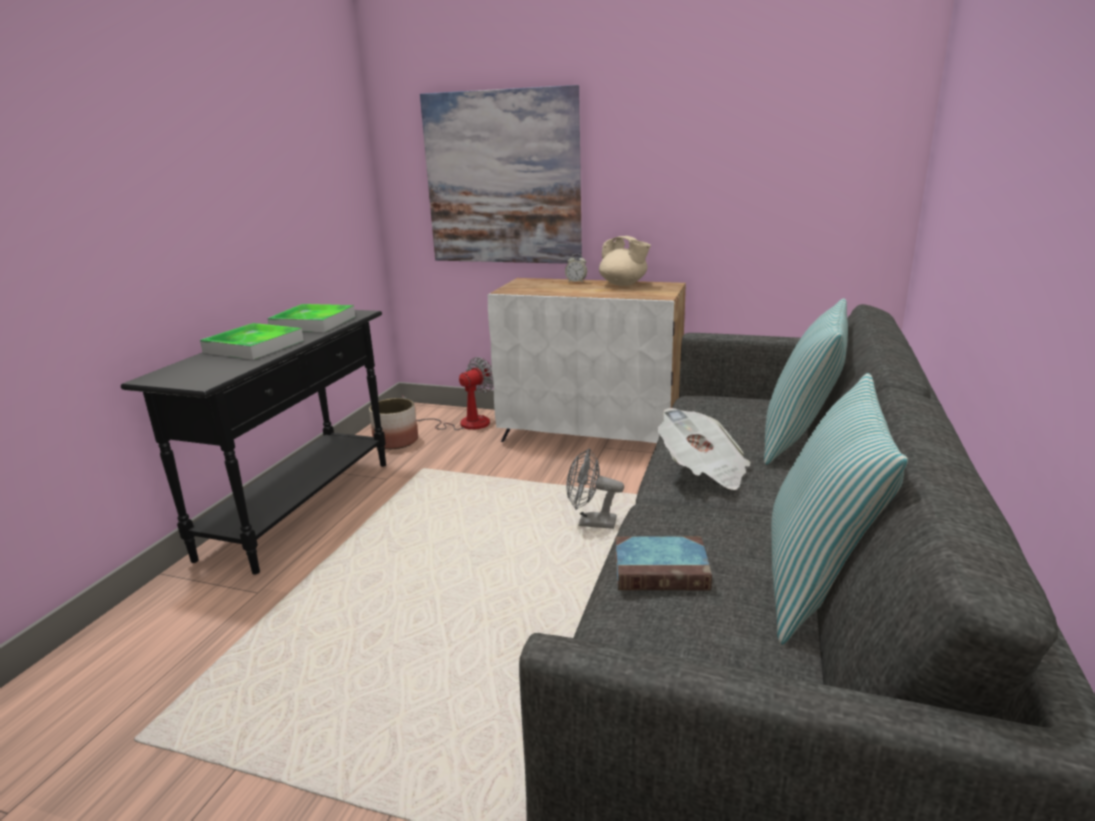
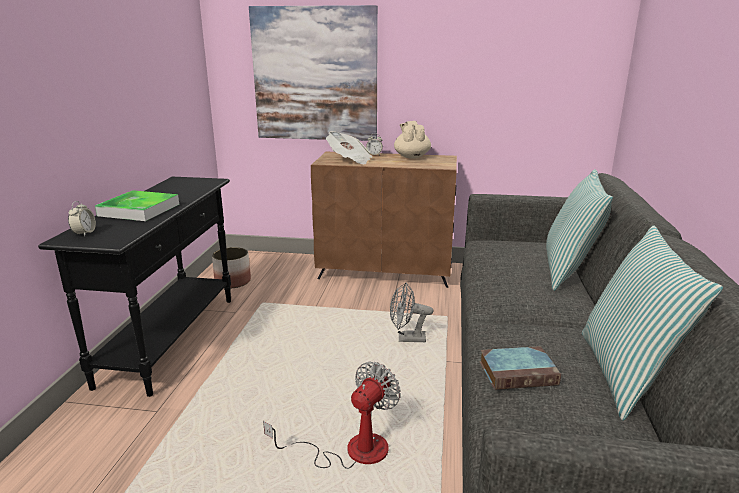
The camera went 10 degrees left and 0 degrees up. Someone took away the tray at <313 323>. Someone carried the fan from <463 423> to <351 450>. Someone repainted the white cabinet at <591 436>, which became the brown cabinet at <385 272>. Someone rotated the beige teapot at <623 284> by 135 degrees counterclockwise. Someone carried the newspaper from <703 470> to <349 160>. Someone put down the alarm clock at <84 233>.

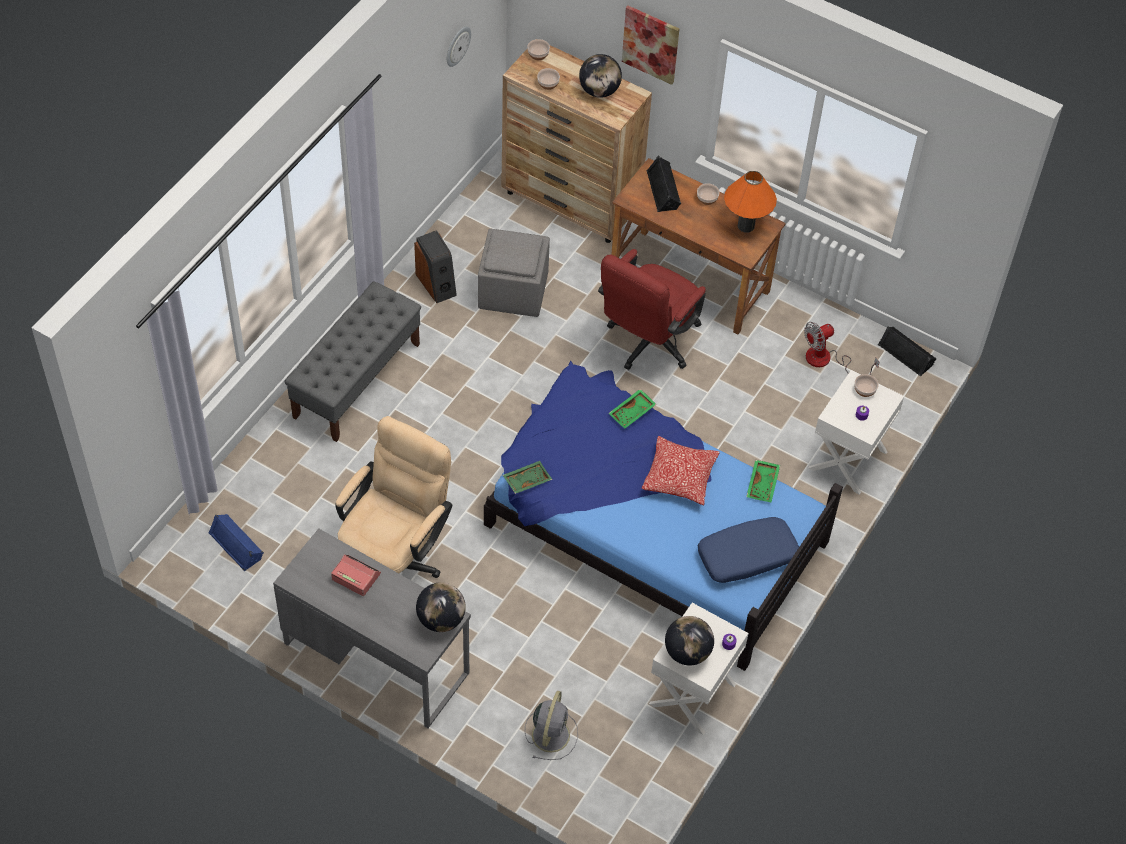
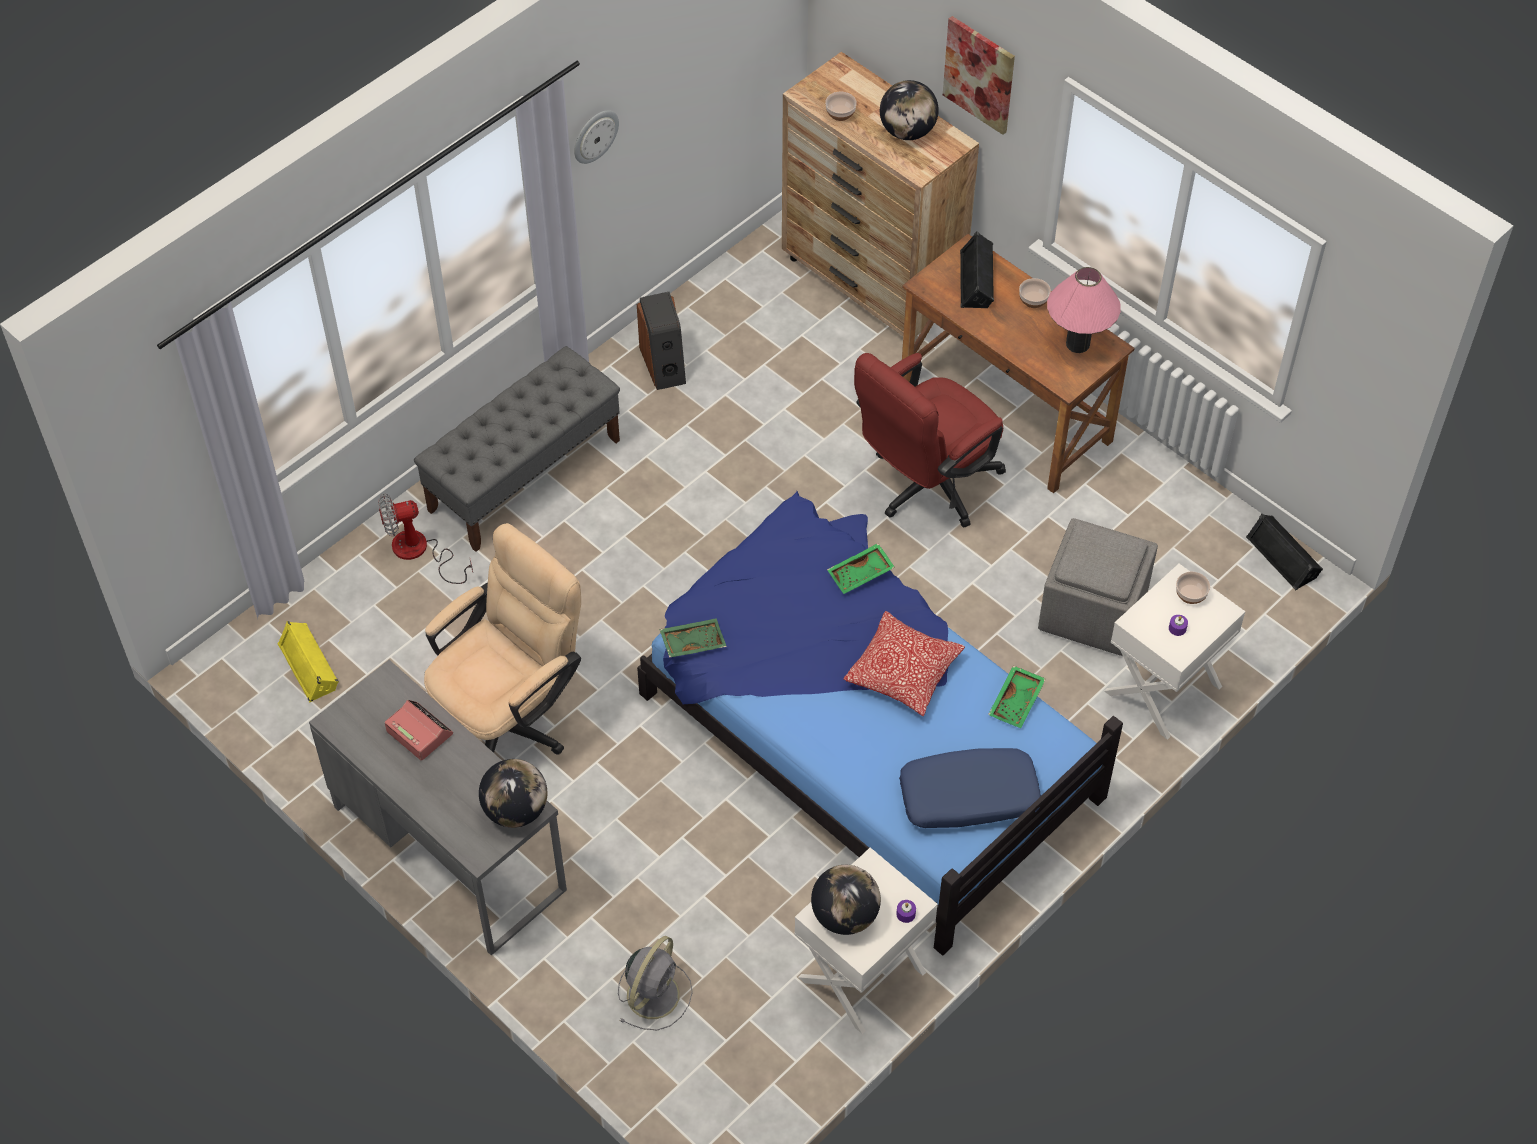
The camera went 15 degrees right and 0 degrees up. Someone repainted the blue speaker at <237 544>, which became the yellow speaker at <310 665>. Someone carried the wall clock from <457 46> to <594 135>. Someone carried the grey ottoman from <512 290> to <1092 610>. Someone took away the bowl at <538 55>. Someone repainted the orange table lamp at <746 226>, which became the pink table lamp at <1077 344>. Someone carried the fan from <827 360> to <420 552>.

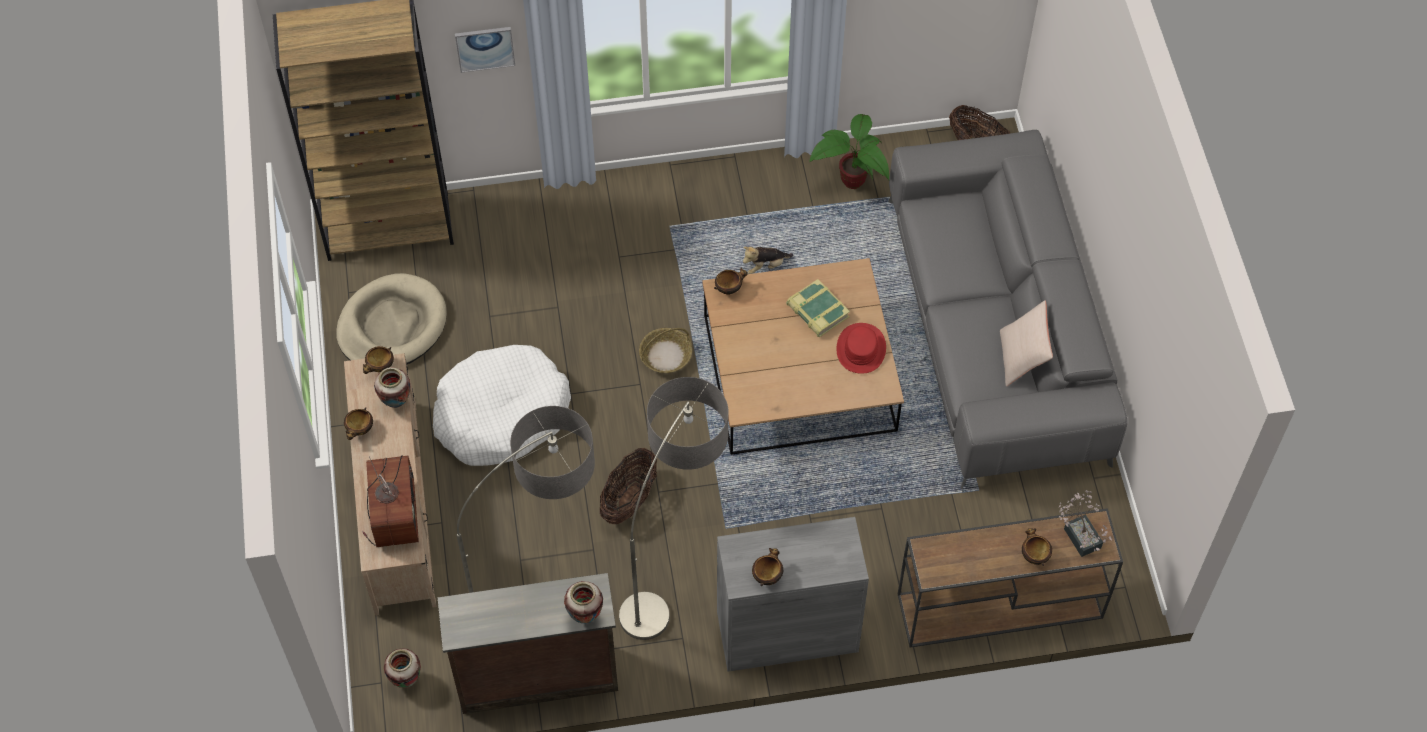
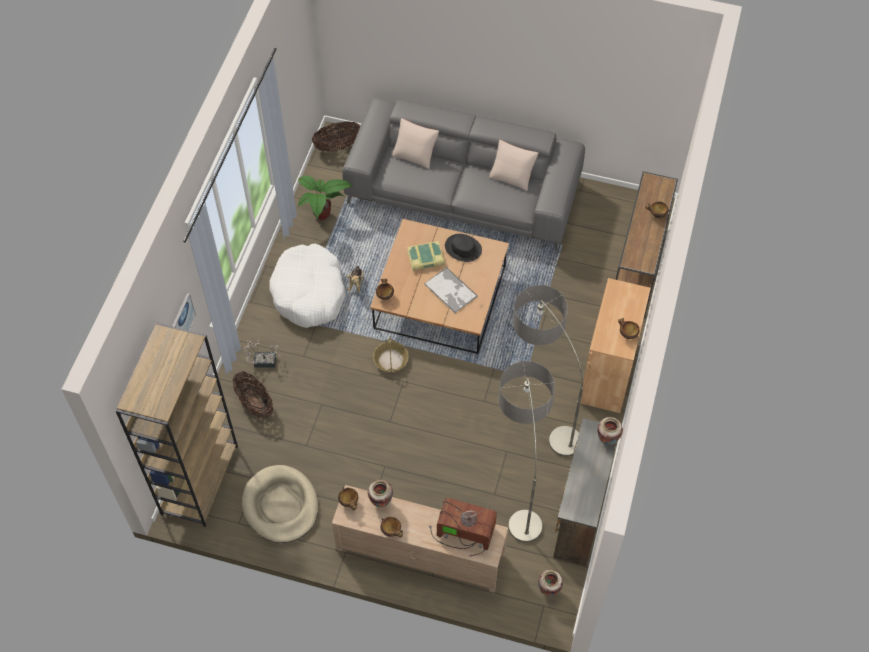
The camera went 65 degrees left and 0 degrees up. Someone carried the white dog bed from <501 415> to <309 292>. Someone carried the basket from <629 499> to <255 403>. Someone repainted the grey cabinet at <787 631>, which became the brown cabinet at <608 373>. Someone repainted the red hat at <861 349>, which became the black hat at <463 248>. Someone carried the potted plant from <1080 534> to <262 361>. Someone put down the beige pillow at <415 154>. Someone put down the tray at <451 291>.

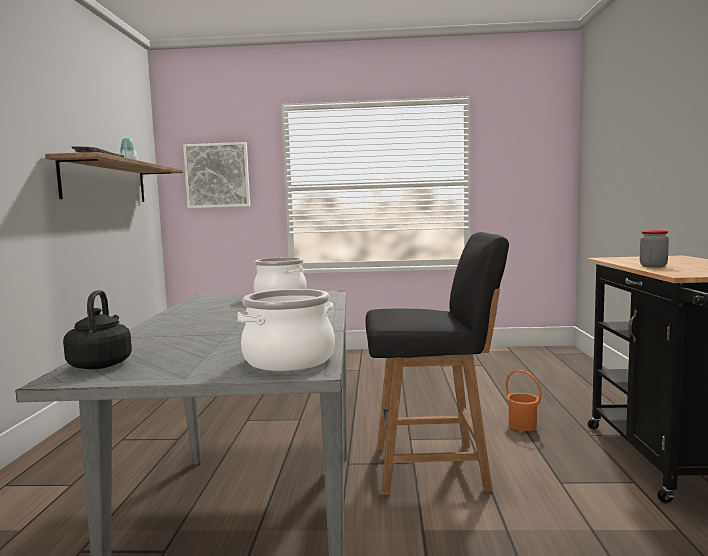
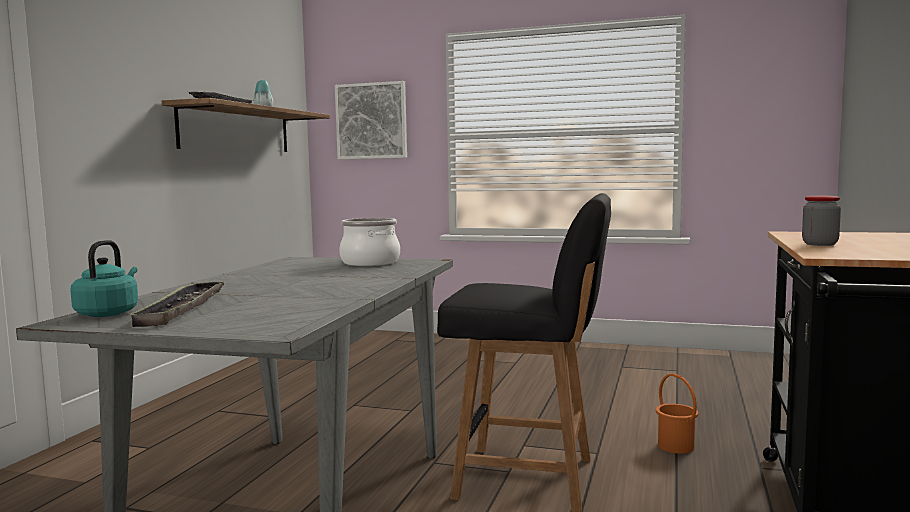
The camera went 15 degrees right and 0 degrees up. Someone repainted the black kettle at <101 364>, which became the turquoise kettle at <109 313>. Someone took away the cooking pot at <289 360>. Someone put down the tray at <182 309>.

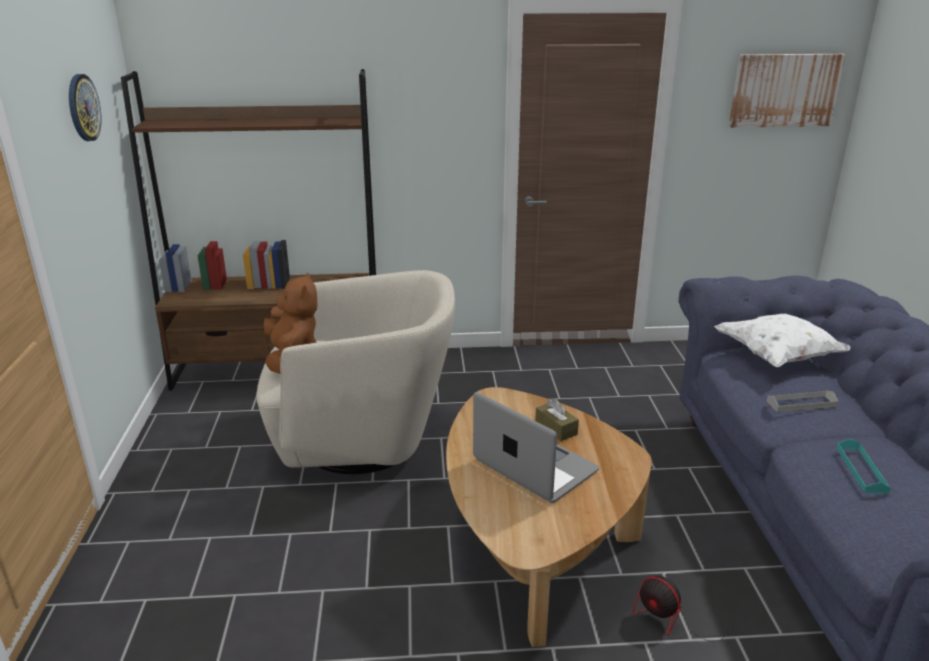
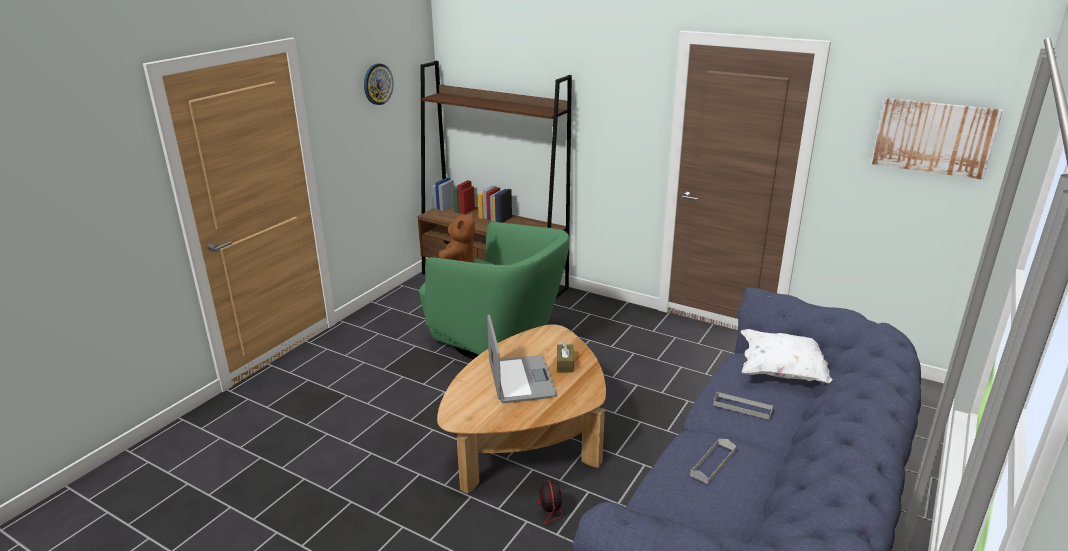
The camera went 35 degrees right and 0 degrees up. Someone repainted the beige armchair at <363 439>, which became the green armchair at <497 340>. Someone repainted the turquoise tray at <861 470>, which became the grey tray at <713 463>.

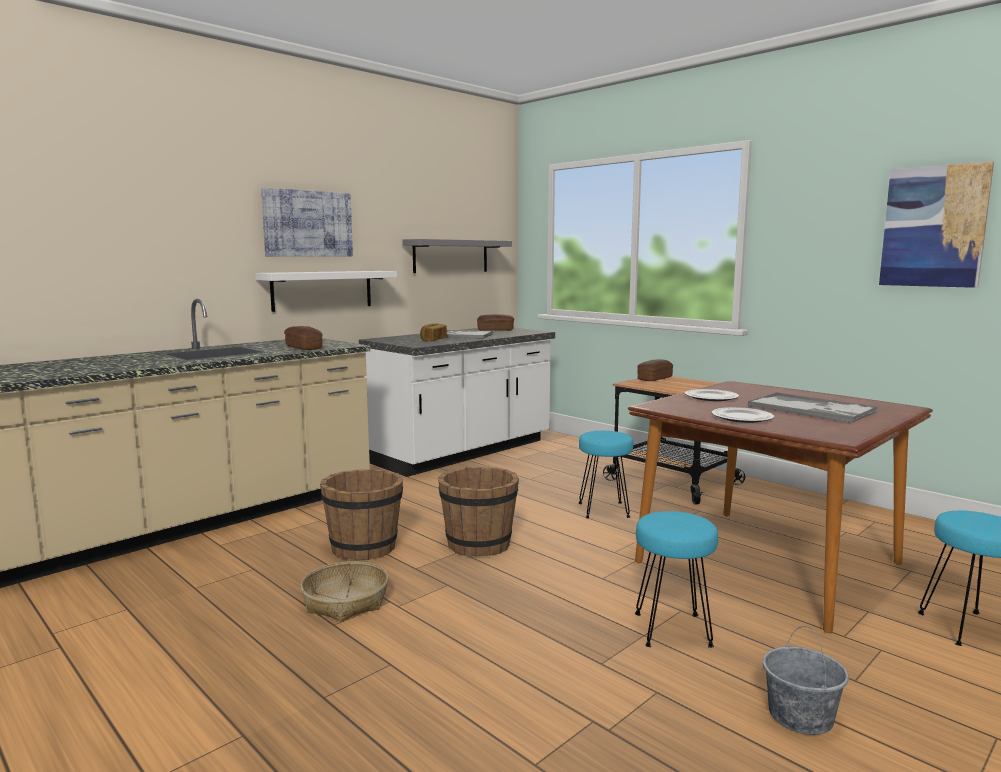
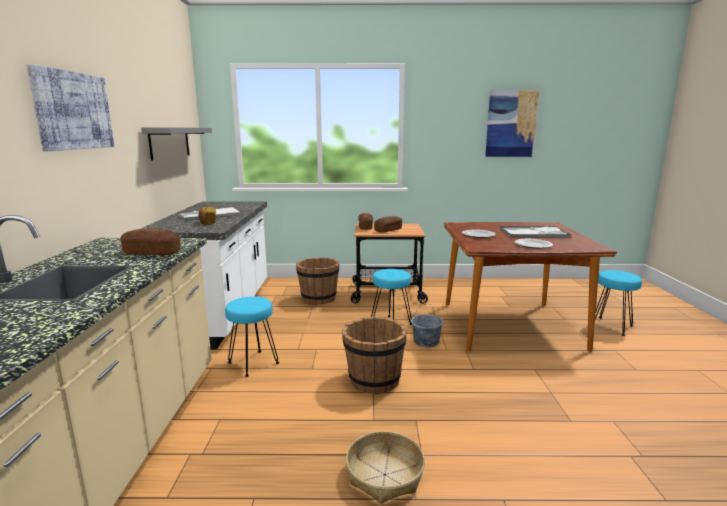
The camera went 45 degrees left and 5 degrees up. Someone took away the white shelf at <322 290>. Someone carried the brown bucket from <364 547> to <318 299>. Someone carried the bread from <495 330> to <388 230>. Someone carried the turquoise stool from <671 630> to <252 363>. Someone carried the grey bucket from <800 715> to <426 341>.

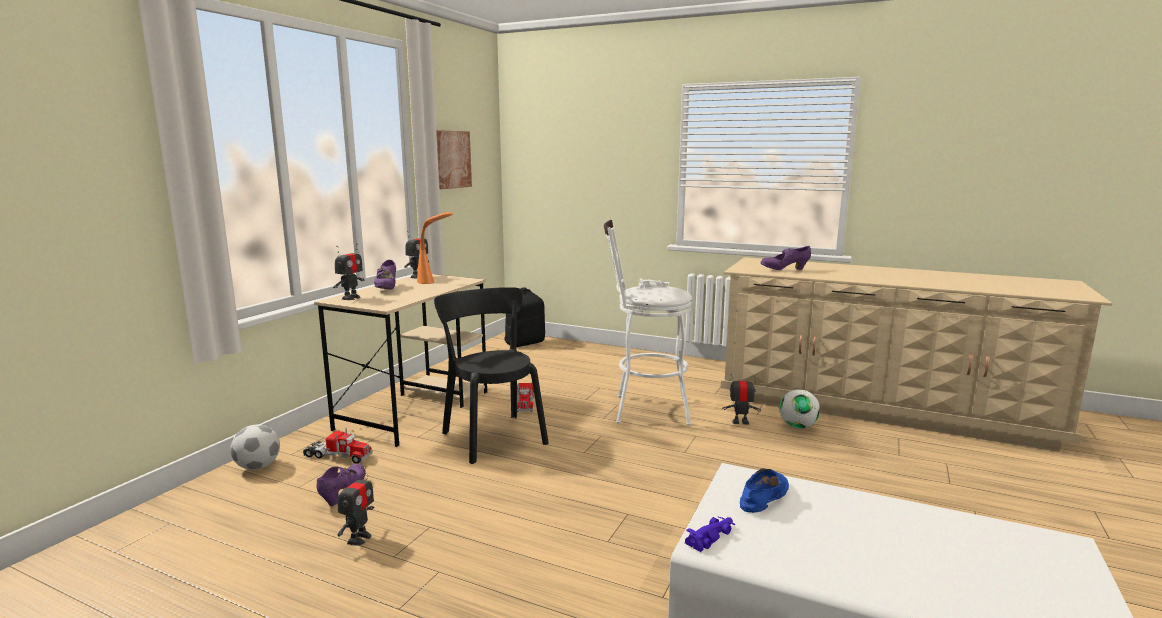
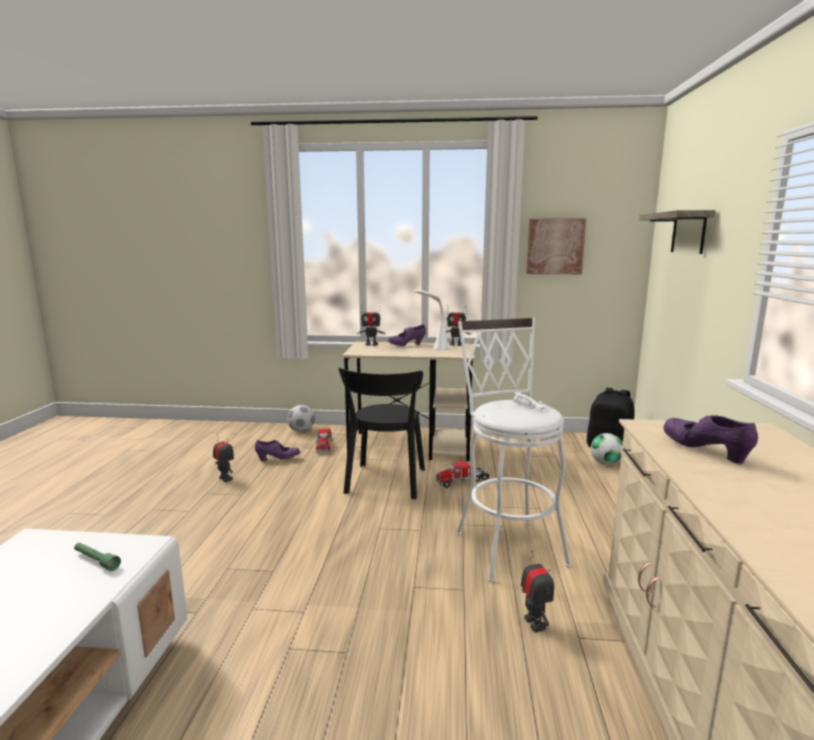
The camera went 70 degrees right and 0 degrees up. Someone rotated the toy robot at <359 538> by 135 degrees counterclockwise. Someone repainted the orange table lamp at <436 286>, which became the white table lamp at <431 352>. Someone rotated the black chair at <492 436> by 150 degrees clockwise. Someone took away the purple toy car at <711 536>. Someone swapped the blue shoe at <763 496> for the green flashlight at <96 561>. Someone carried the football from <797 426> to <605 463>. Someone put up the shelf at <688 232>.

